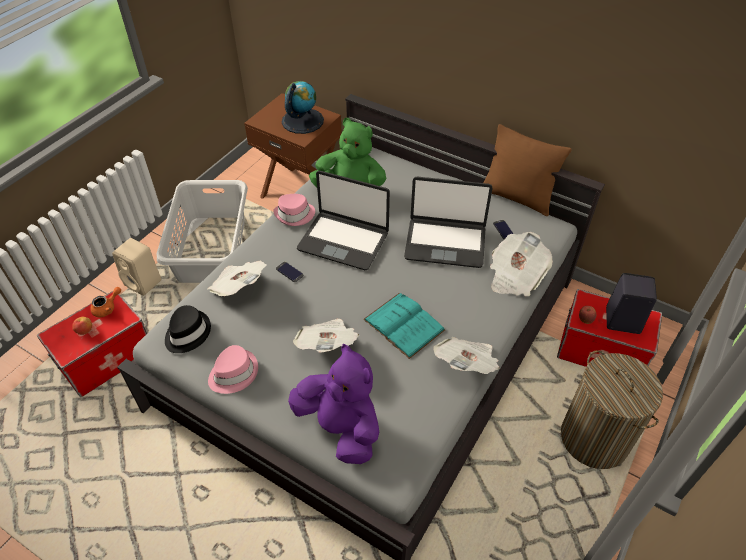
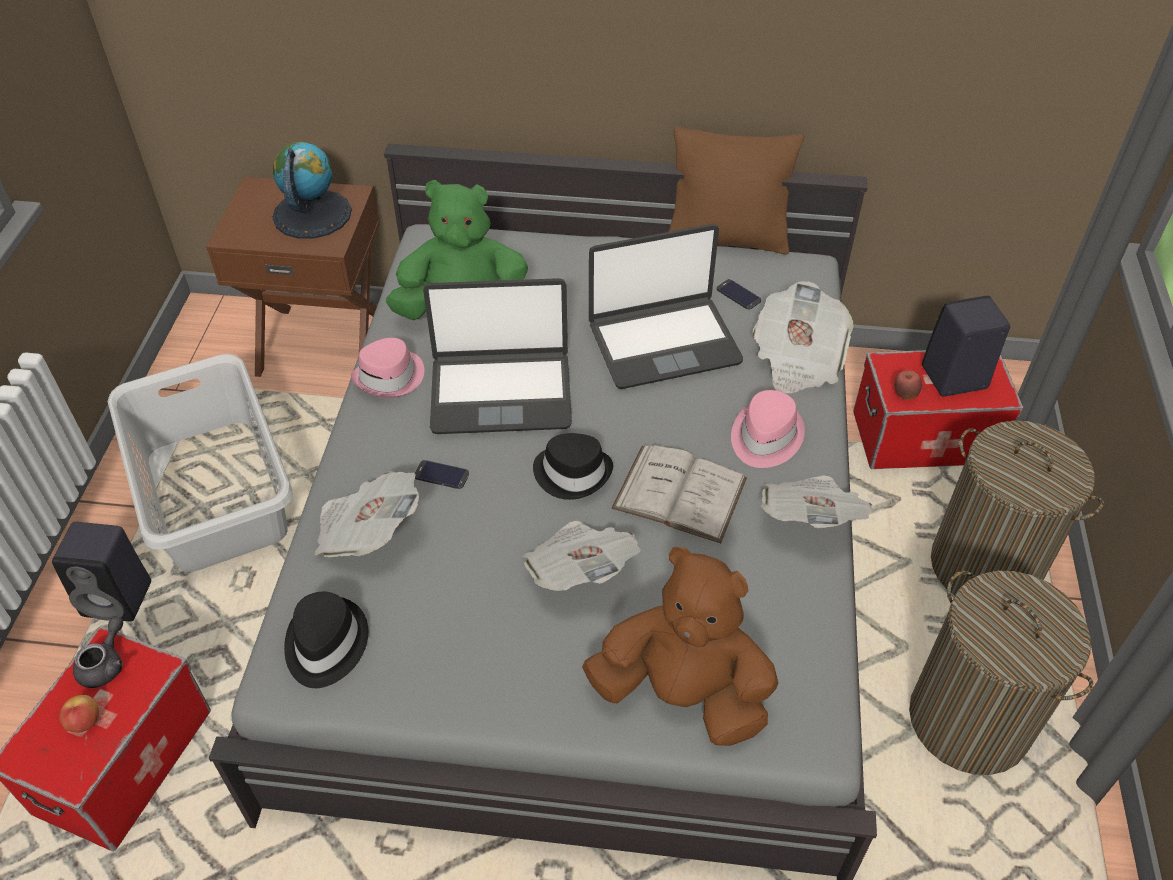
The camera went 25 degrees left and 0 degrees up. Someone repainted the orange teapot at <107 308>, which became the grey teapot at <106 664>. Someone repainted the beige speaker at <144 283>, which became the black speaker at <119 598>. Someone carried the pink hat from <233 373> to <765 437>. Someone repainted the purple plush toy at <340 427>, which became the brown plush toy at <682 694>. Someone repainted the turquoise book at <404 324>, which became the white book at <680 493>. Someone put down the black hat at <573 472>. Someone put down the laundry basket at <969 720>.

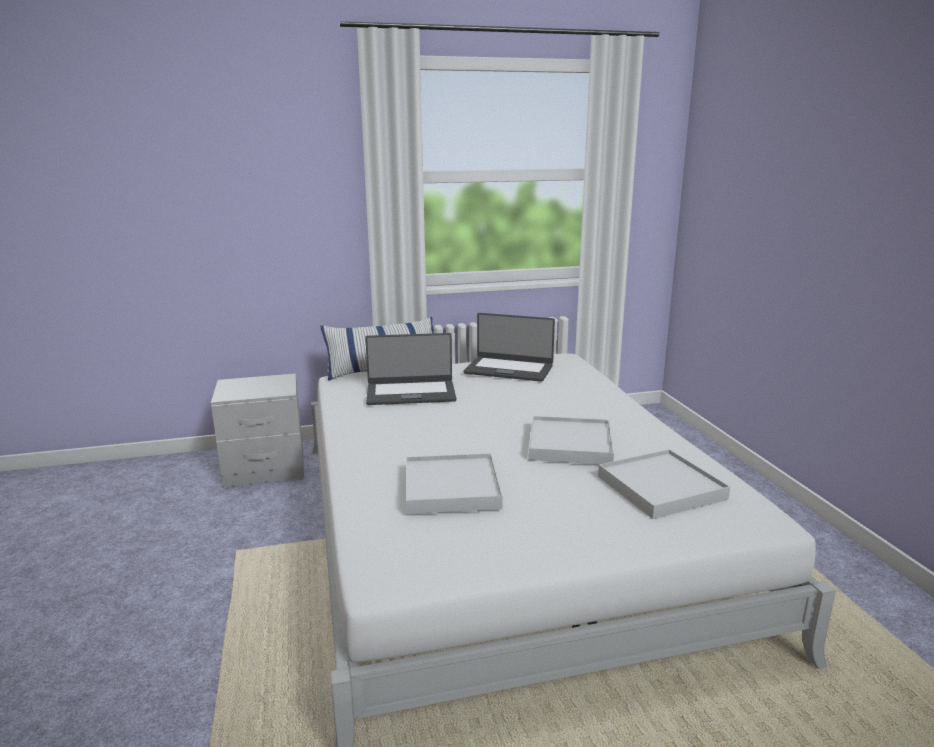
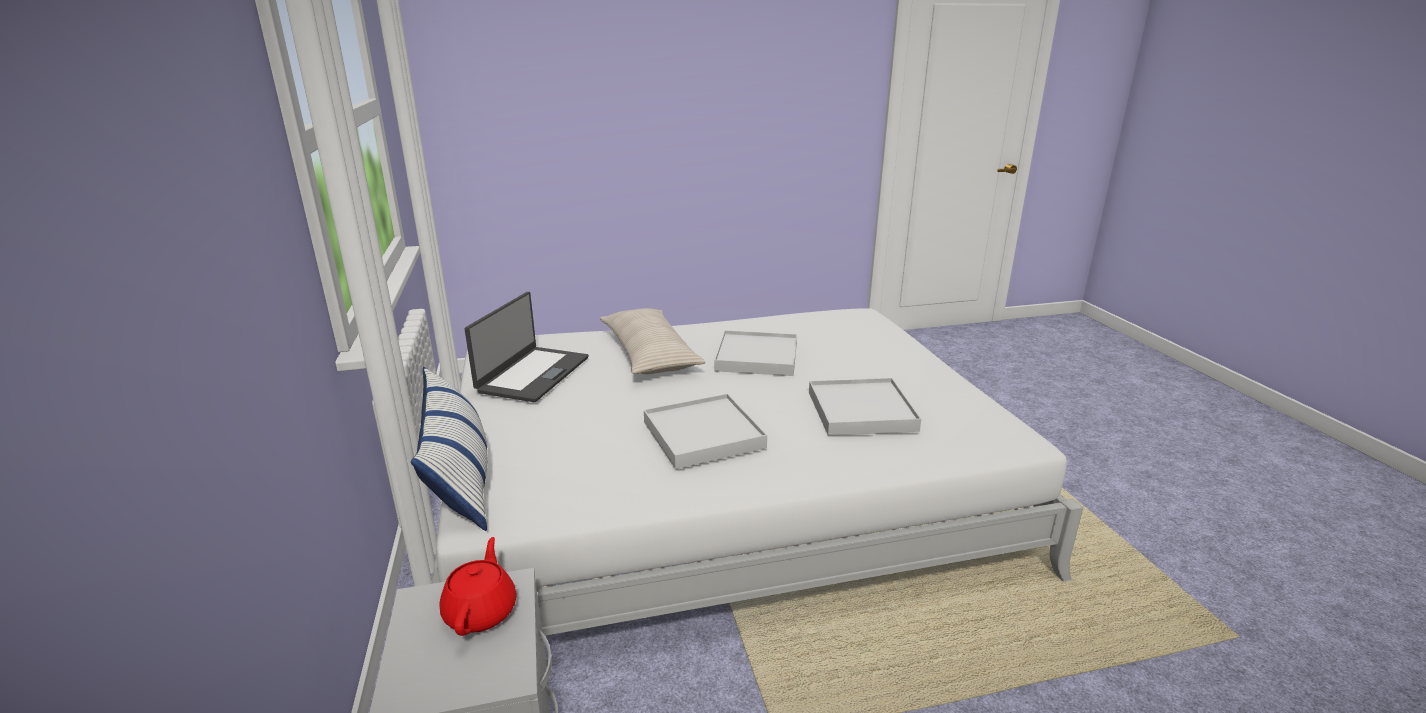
The camera went 90 degrees left and 5 degrees up. Someone took away the laptop at <411 393>. Someone carried the white tray from <661 487> to <703 434>. Someone put down the red teapot at <481 611>. Someone put down the beige pillow at <649 354>.

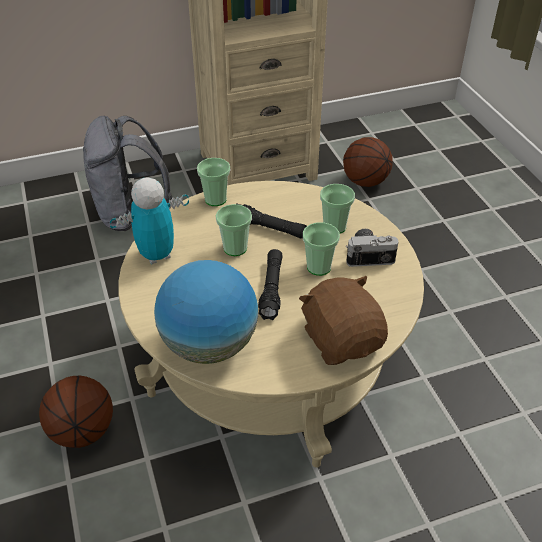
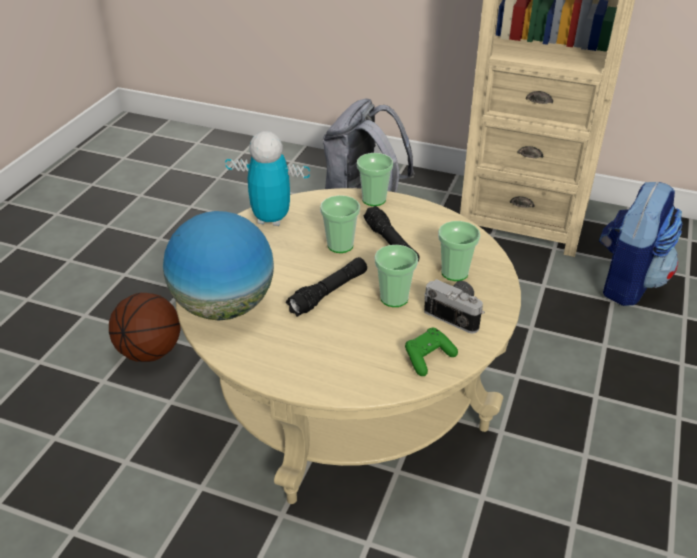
The camera went 40 degrees right and 5 degrees down. Someone took away the brown plush toy at <342 340>. Someone swapped the basketball at <365 181> for the backpack at <627 282>. Someone put down the green game controller at <428 358>.

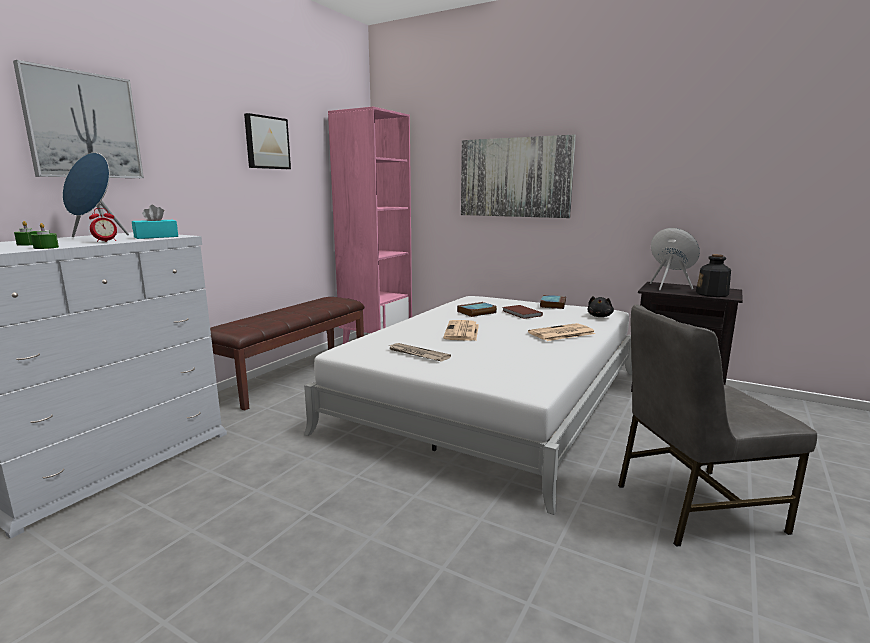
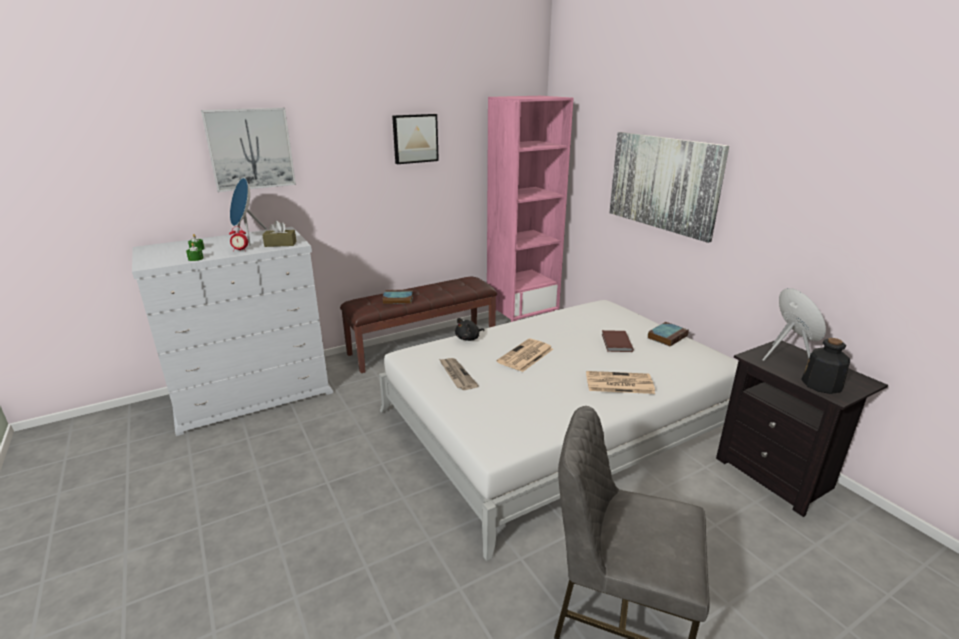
The camera went 30 degrees right and 10 degrees up. Someone repainted the turquoise tissue box at <156 237>, which became the brown tissue box at <280 244>. Someone carried the book from <476 312> to <397 299>. Someone carried the black plush toy from <599 316> to <469 338>.

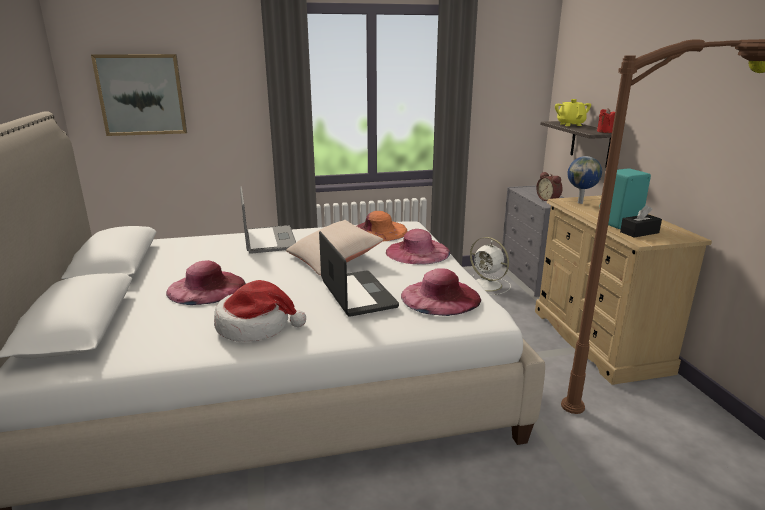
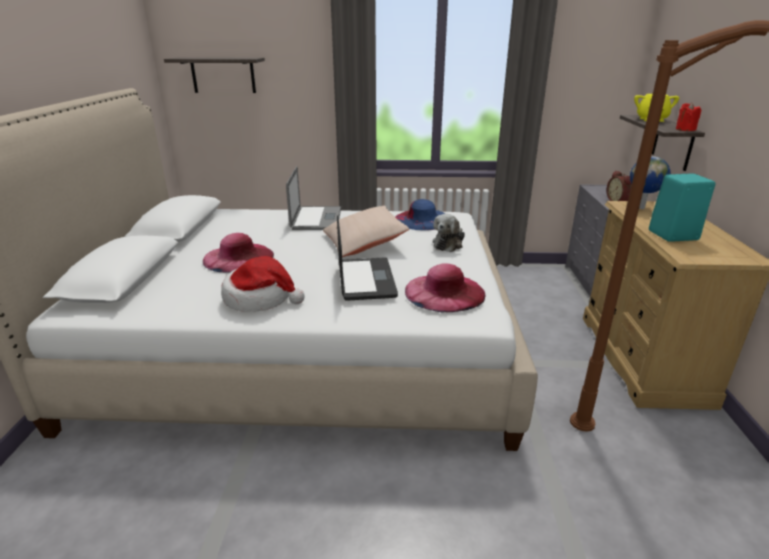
The camera went 15 degrees right and 5 degrees up. Someone swapped the picture at <141 95> for the shelf at <223 75>. Someone repainted the orange hat at <378 231>, which became the blue hat at <422 220>. Someone swapped the pink hat at <417 252> for the plush toy at <449 244>. Someone took away the white fan at <488 285>. Someone took away the black tissue box at <639 232>.

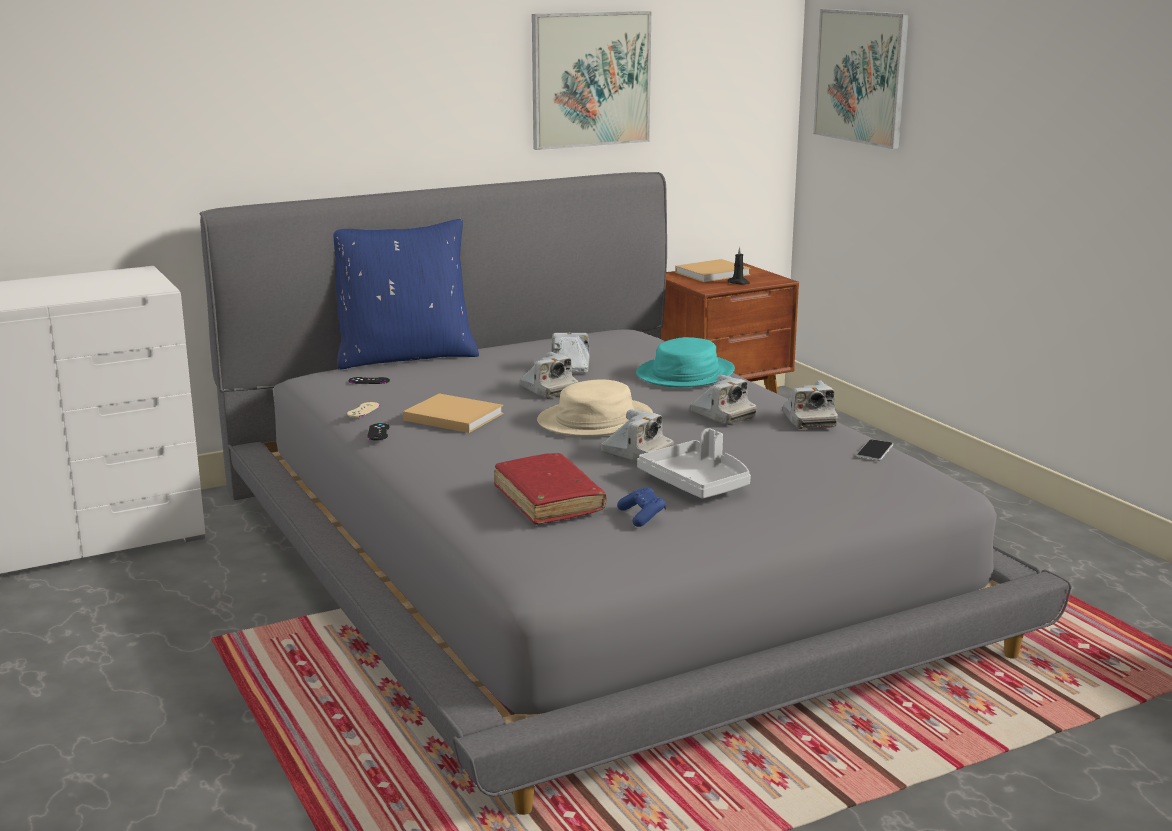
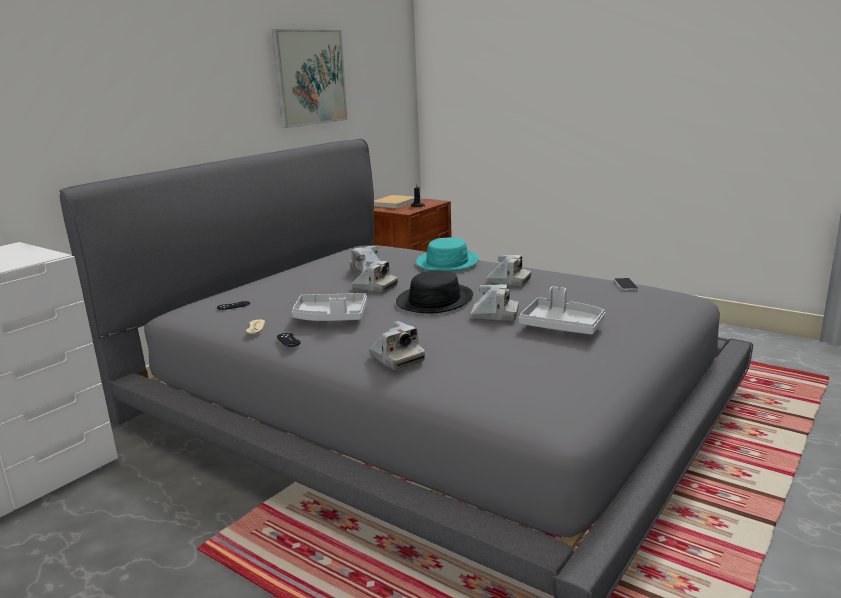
The camera went 25 degrees left and 0 degrees up. Someone took away the blue pillow at <404 356>. Someone swapped the beige book at <451 416> for the grey tray at <331 317>. Someone took away the red book at <548 500>. Someone repainted the beige hat at <595 420>, which became the black hat at <434 300>. Someone took away the blue game controller at <642 516>. Someone carried the photo camera from <808 420> to <396 358>. Someone took away the picture at <861 77>.

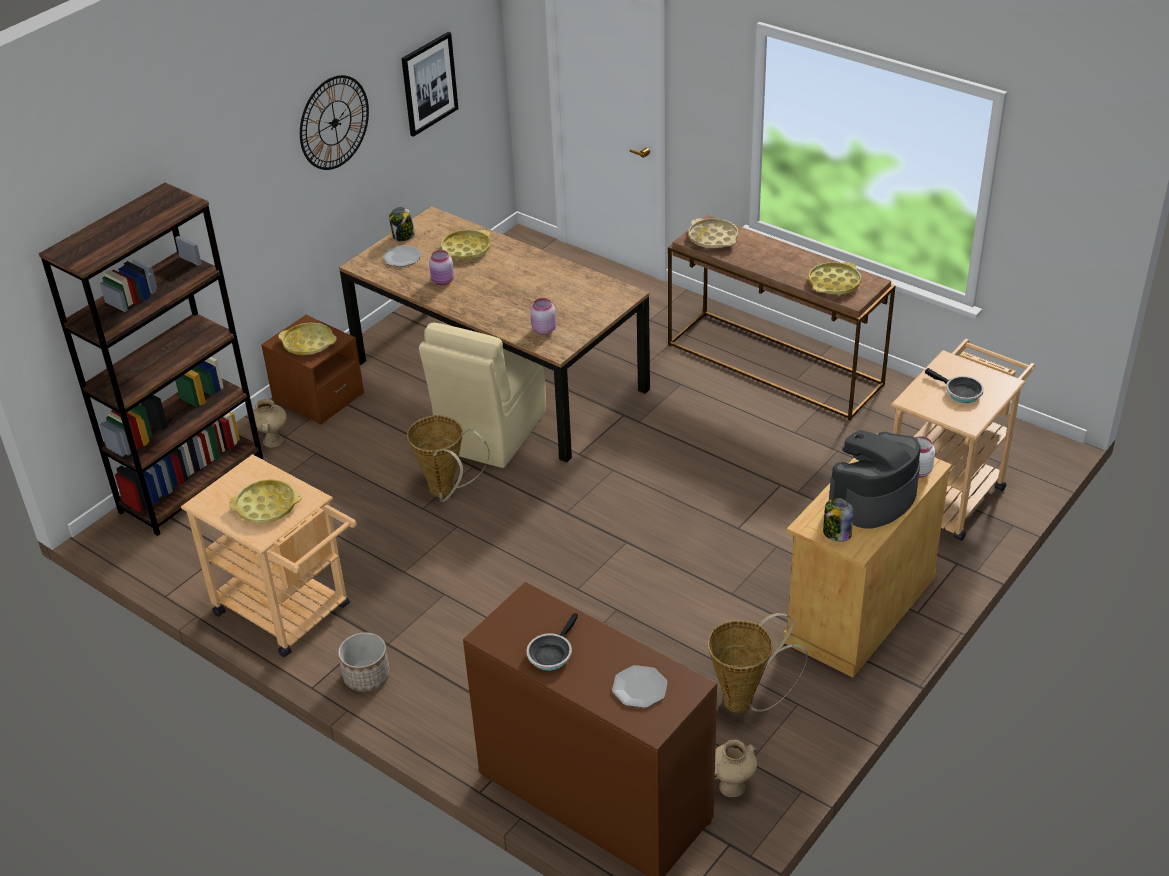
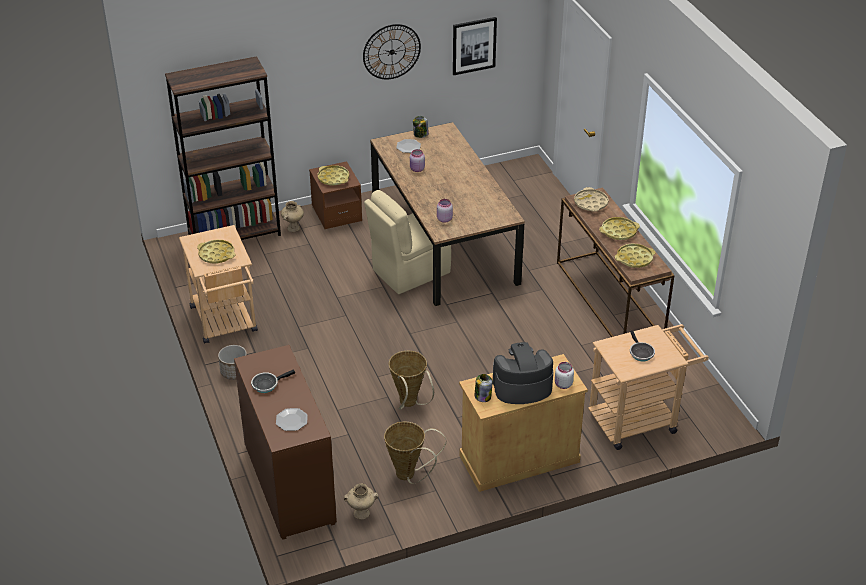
The camera went 30 degrees right and 0 degrees up. Someone carried the basket from <446 492> to <409 404>. Someone carried the yellow tray from <466 249> to <619 231>.

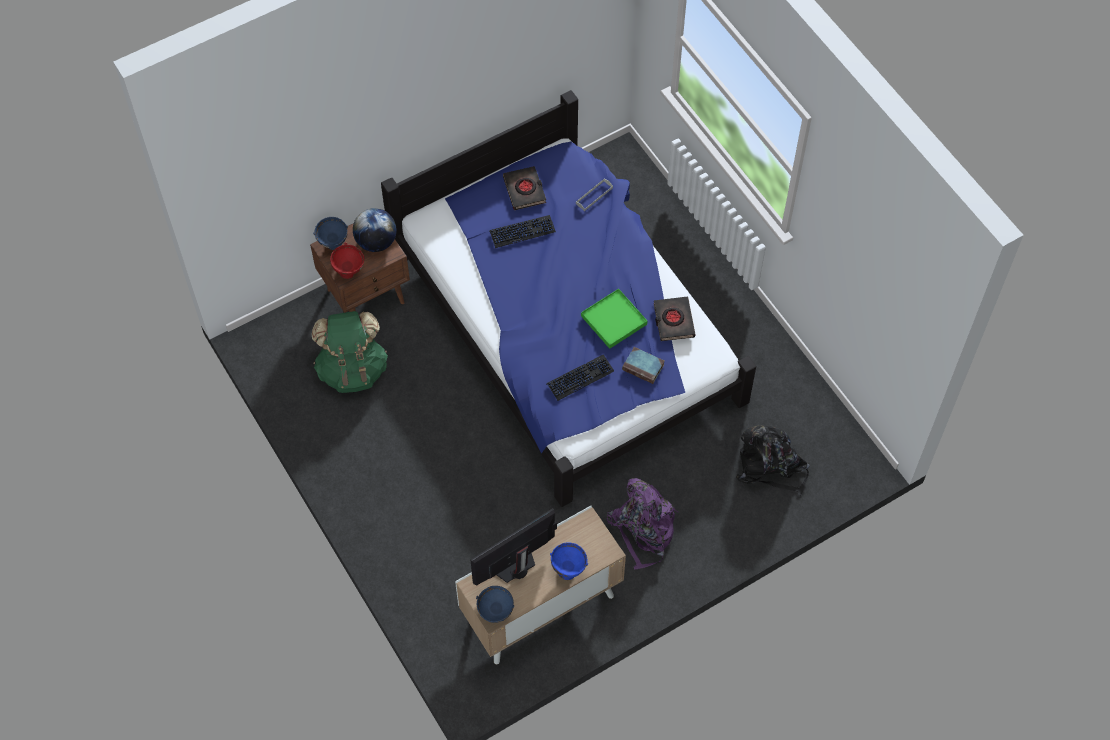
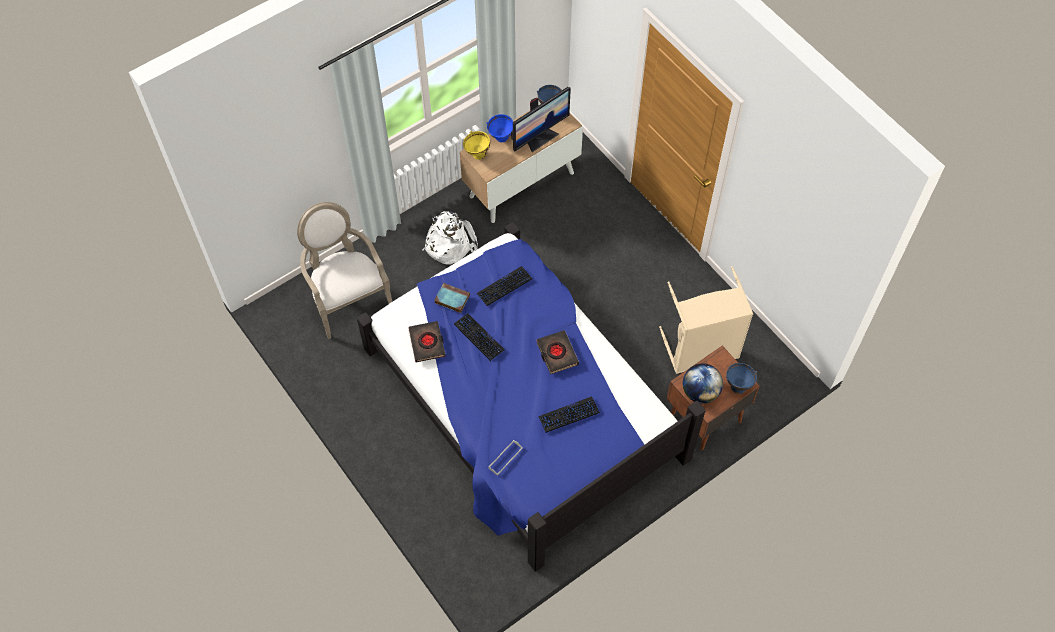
The camera went 175 degrees right and 0 degrees up. Someone swapped the green backpack at <352 369> for the beige laundry basket at <701 350>. Someone took away the red bowl at <349 272>. Someone carried the black book from <524 190> to <557 353>. Someone swapped the green tray at <614 320> for the keyboard at <479 337>. Someone repainted the purple backpack at <643 530>, which became the white backpack at <449 243>. Someone swapped the black backpack at <770 465> for the armchair at <348 298>. Someone put down the yellow bowl at <477 155>.

